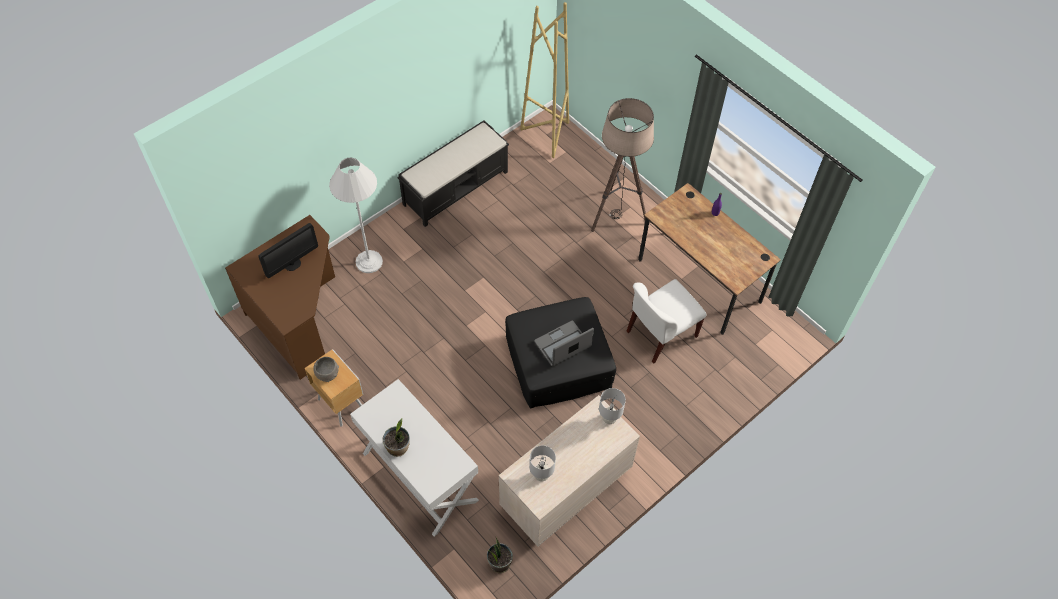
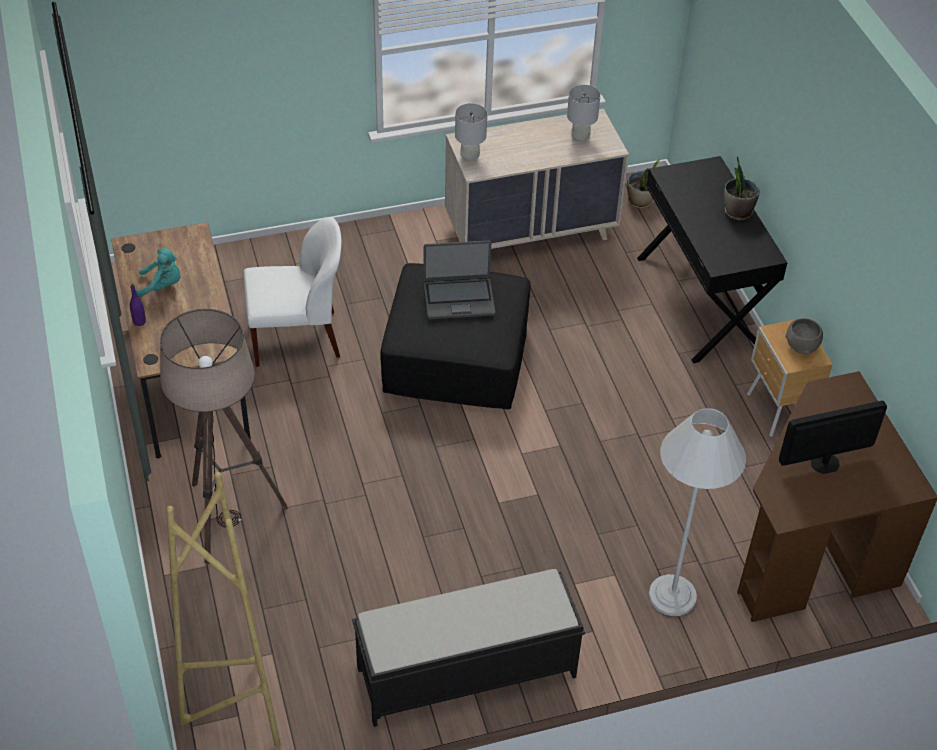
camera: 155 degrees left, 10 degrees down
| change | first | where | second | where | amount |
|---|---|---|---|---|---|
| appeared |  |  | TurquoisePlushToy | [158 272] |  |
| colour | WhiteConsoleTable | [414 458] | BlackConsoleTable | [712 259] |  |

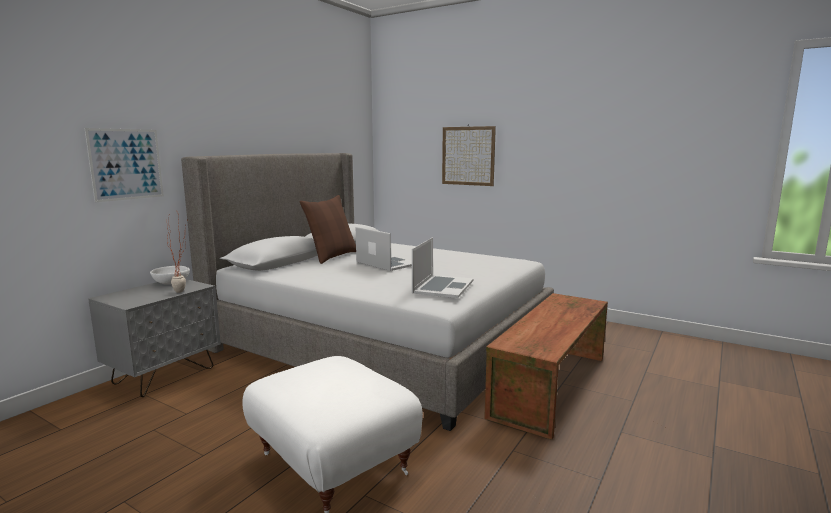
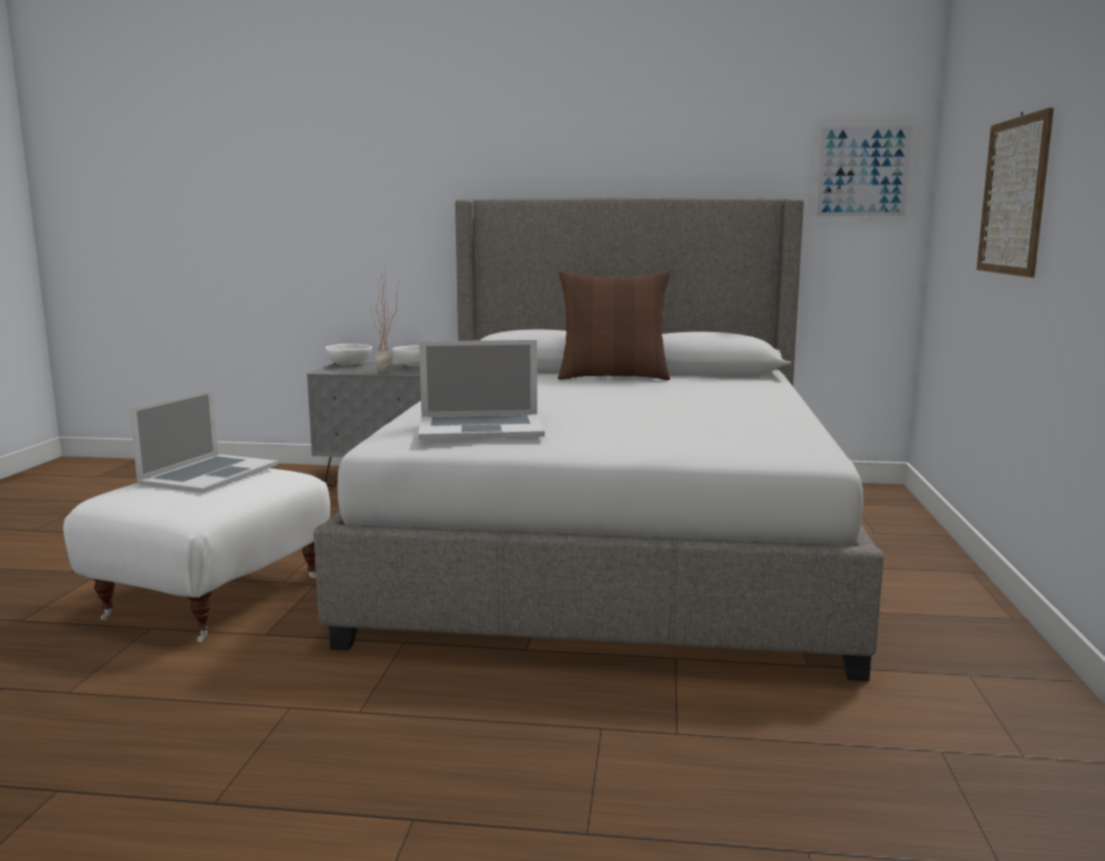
camera: 65 degrees right, 0 degrees up
| change | first | where | second | where | amount |
|---|---|---|---|---|---|
| relocated | Laptop | [384 249] |  | [204 441] |  |
| appeared |  |  | WhiteBowl | [348 354] |  |
| relocated | Picture | [124 165] |  | [864 171] |  |
| missing | BrownBench | [546 366] |  |  |  |

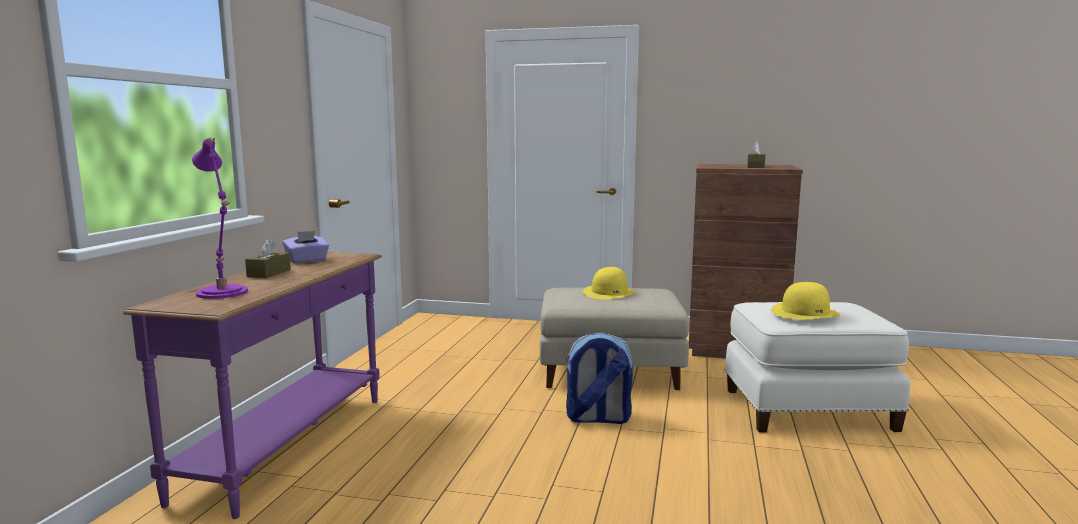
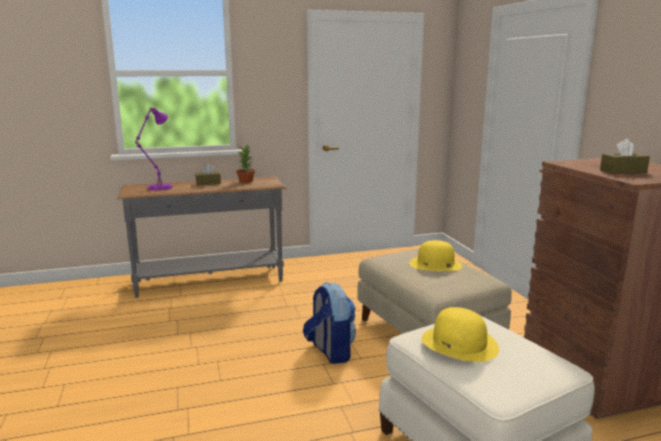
camera: 60 degrees right, 5 degrees up
| change | first | where | second | where | amount |
|---|---|---|---|---|---|
| colour | PurpleConsoleTable | [252 385] | GreyConsoleTable | [201 237] |  |
| exchanged | PurpleTissueBox | [306 247] | PottedPlant | [246 163] |  |

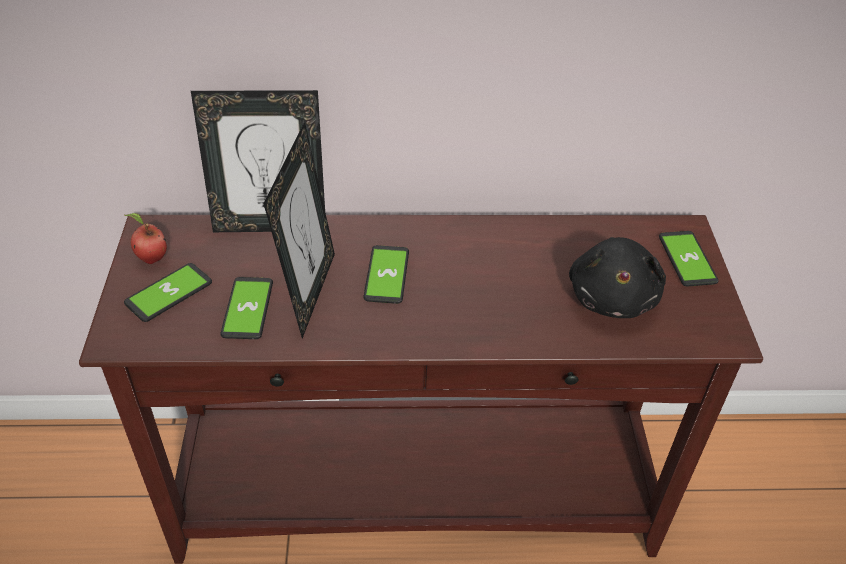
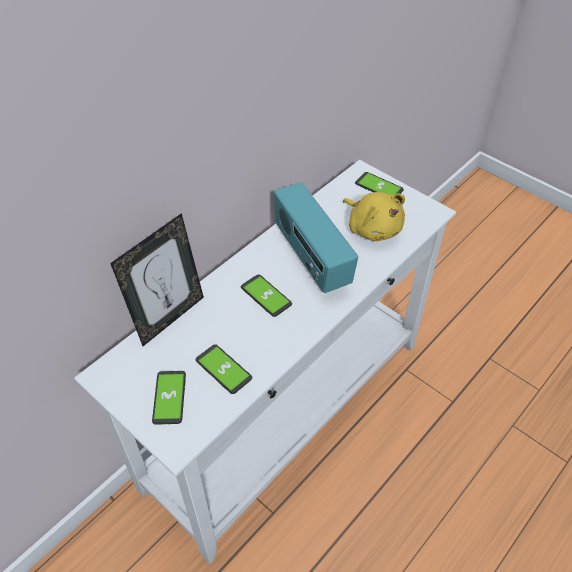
camera: 45 degrees left, 5 degrees up
| change | first | where | second | where | amount |
|---|---|---|---|---|---|
| colour | BrownConsoleTable | [421 389] | WhiteConsoleTable | [265 362] |  |
| appeared |  |  | Radio | [316 237] |  |
| colour | BlackPlushToy | [617 277] | YellowPlushToy | [374 216] |  |
| missing | Apple | [145 238] |  |  |  |
| missing | PictureFrame | [299 230] |  |  |  |

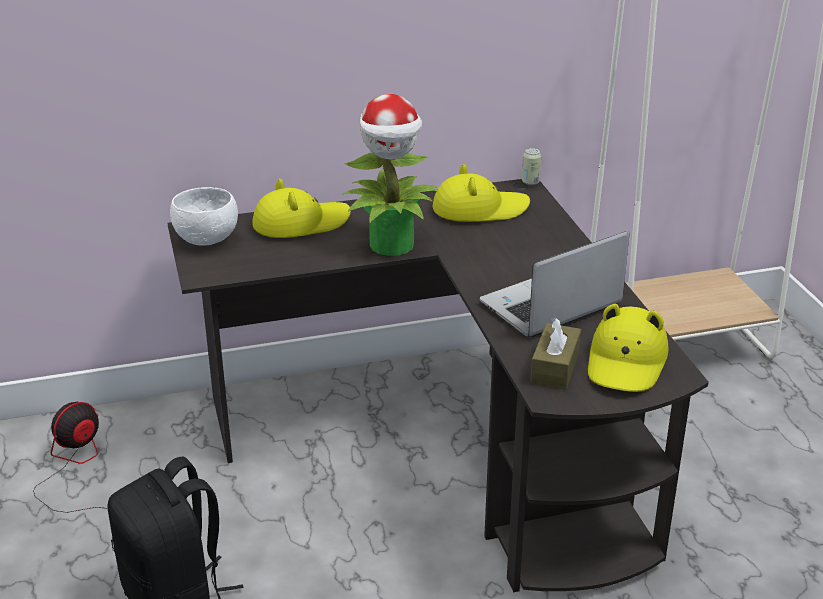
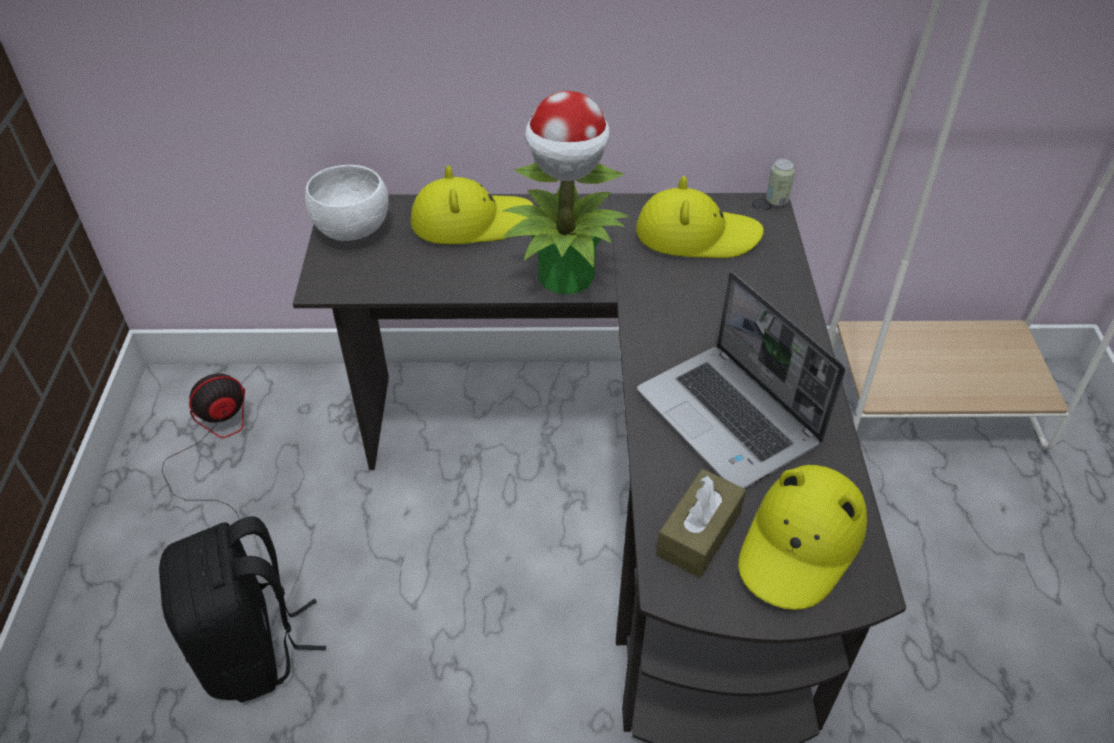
camera: 15 degrees right, 15 degrees up
| change | first | where | second | where | amount |
|---|---|---|---|---|---|
| spun | Laptop | [555 284] |  | [741 380] | 105 degrees counterclockwise |

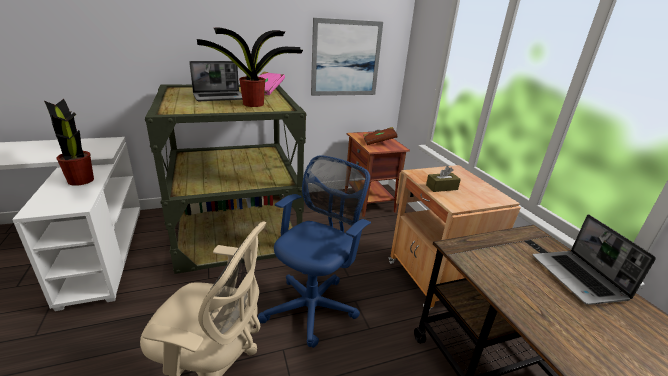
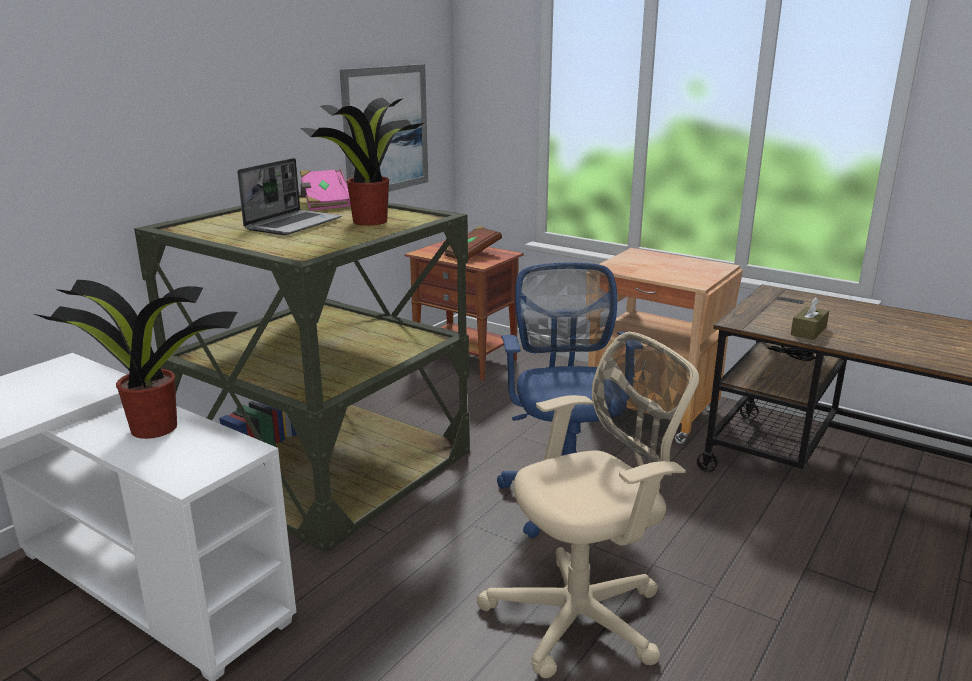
camera: 35 degrees left, 5 degrees down
| change | first | where | second | where | amount |
|---|---|---|---|---|---|
| relocated | BrownTissueBox | [443 179] |  | [810 318] |  |
| missing | Laptop | [594 260] |  |  |  |

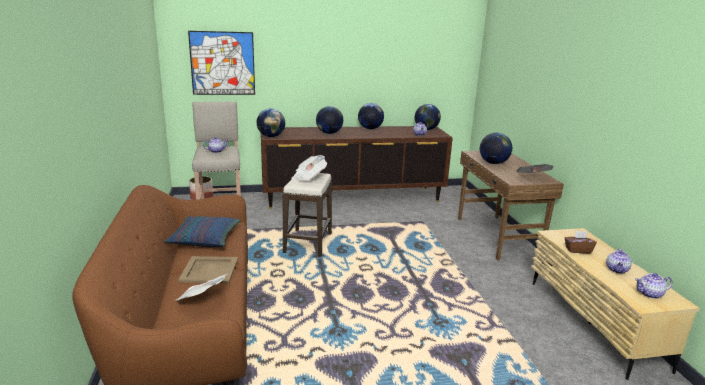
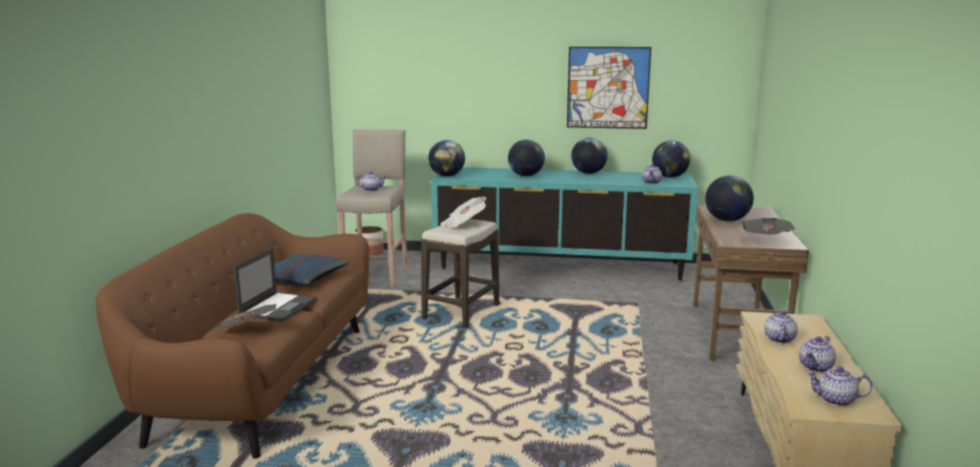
camera: 20 degrees right, 5 degrees down
| change | first | where | second | where | amount |
|---|---|---|---|---|---|
| exchanged | BeigeTray | [208 269] | Laptop | [275 285] |  |
| colour | BrownCabinet | [357 167] | TurquoiseCabinet | [564 225] |  |
| relocated | Picture | [221 63] |  | [609 88] |  |
| exchanged | BrownTissueBox | [581 242] | Teapot | [781 326] |  |

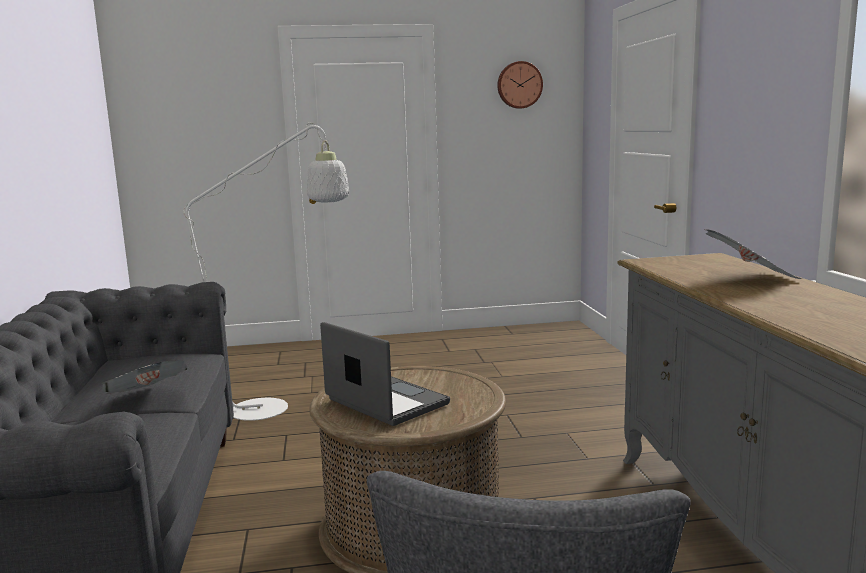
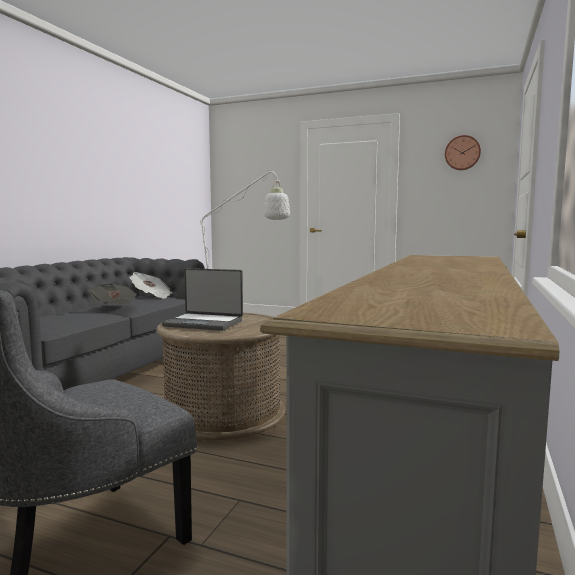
camera: 30 degrees right, 5 degrees down
| change | first | where | second | where | amount |
|---|---|---|---|---|---|
| relocated | Newspaper | [753 254] |  | [151 285] |  |
| spun | Laptop | [385 374] |  | [202 299] | 120 degrees clockwise |

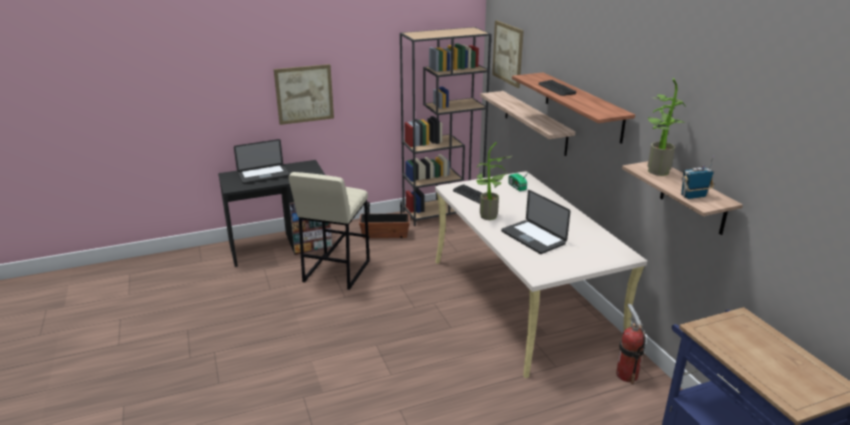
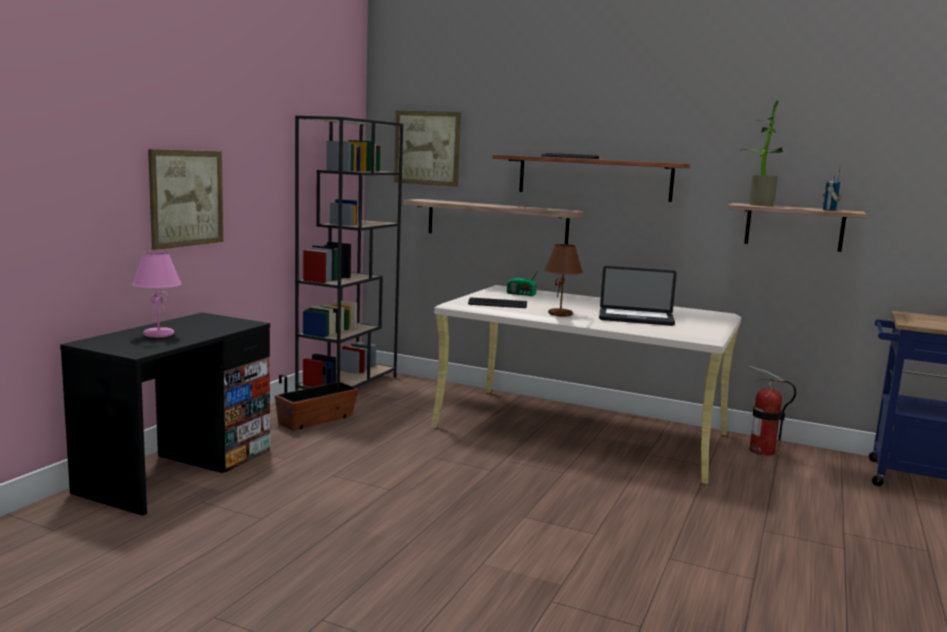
camera: 45 degrees left, 15 degrees down
| change | first | where | second | where | amount |
|---|---|---|---|---|---|
| exchanged | Laptop | [262 161] | PinkTableLamp | [157 295] |  |
| exchanged | PottedPlant | [494 181] | BrownTableLamp | [563 280] |  |
| missing | BeigeStool | [329 231] |  |  |  |

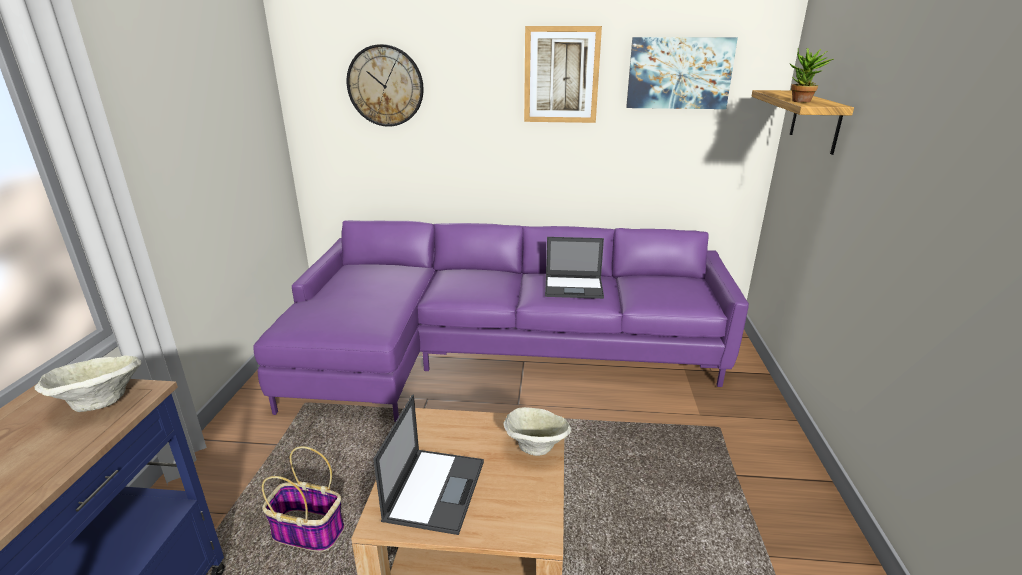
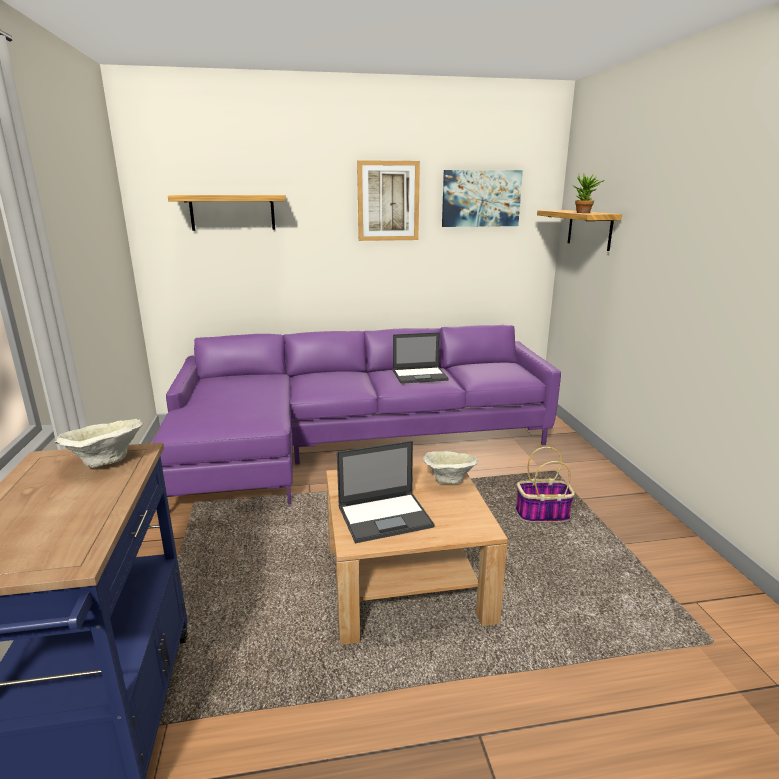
camera: 15 degrees left, 5 degrees down
| change | first | where | second | where | amount |
|---|---|---|---|---|---|
| exchanged | WallClock | [385 85] | Shelf | [227 213] |  |
| spun | Laptop | [428 464] |  | [386 492] | 75 degrees clockwise |
| relocated | Basket | [303 499] |  | [545 484] |  |

